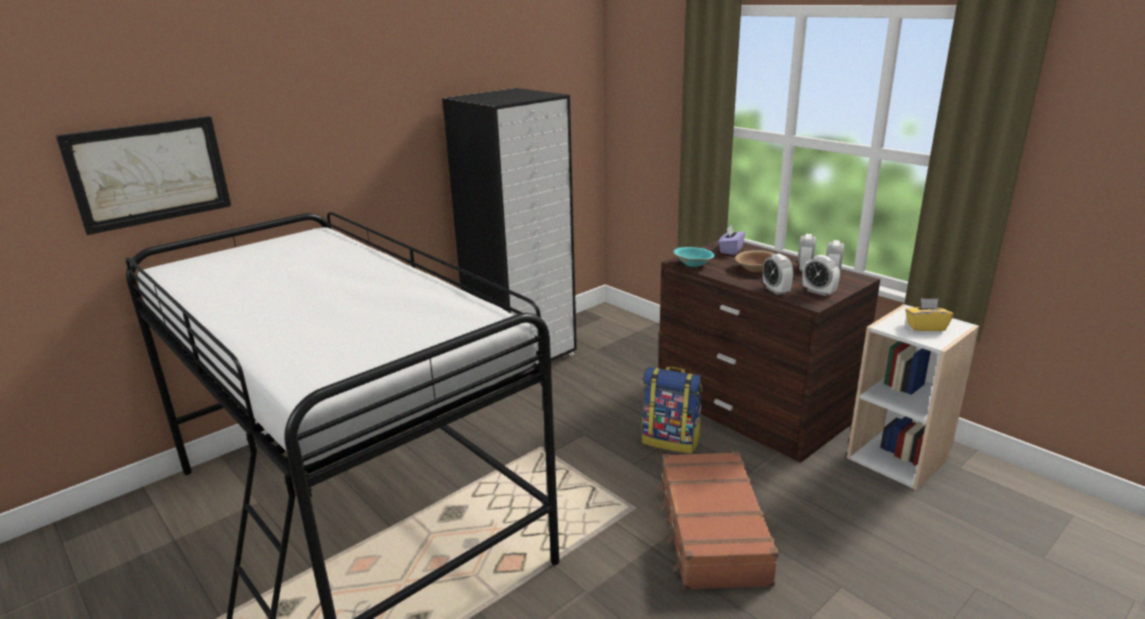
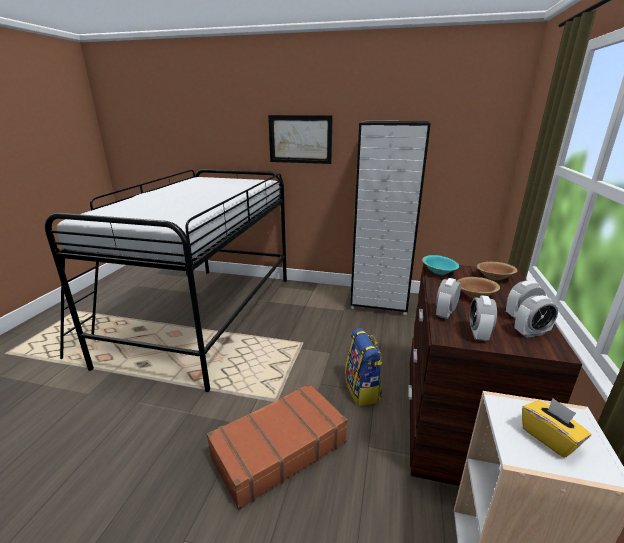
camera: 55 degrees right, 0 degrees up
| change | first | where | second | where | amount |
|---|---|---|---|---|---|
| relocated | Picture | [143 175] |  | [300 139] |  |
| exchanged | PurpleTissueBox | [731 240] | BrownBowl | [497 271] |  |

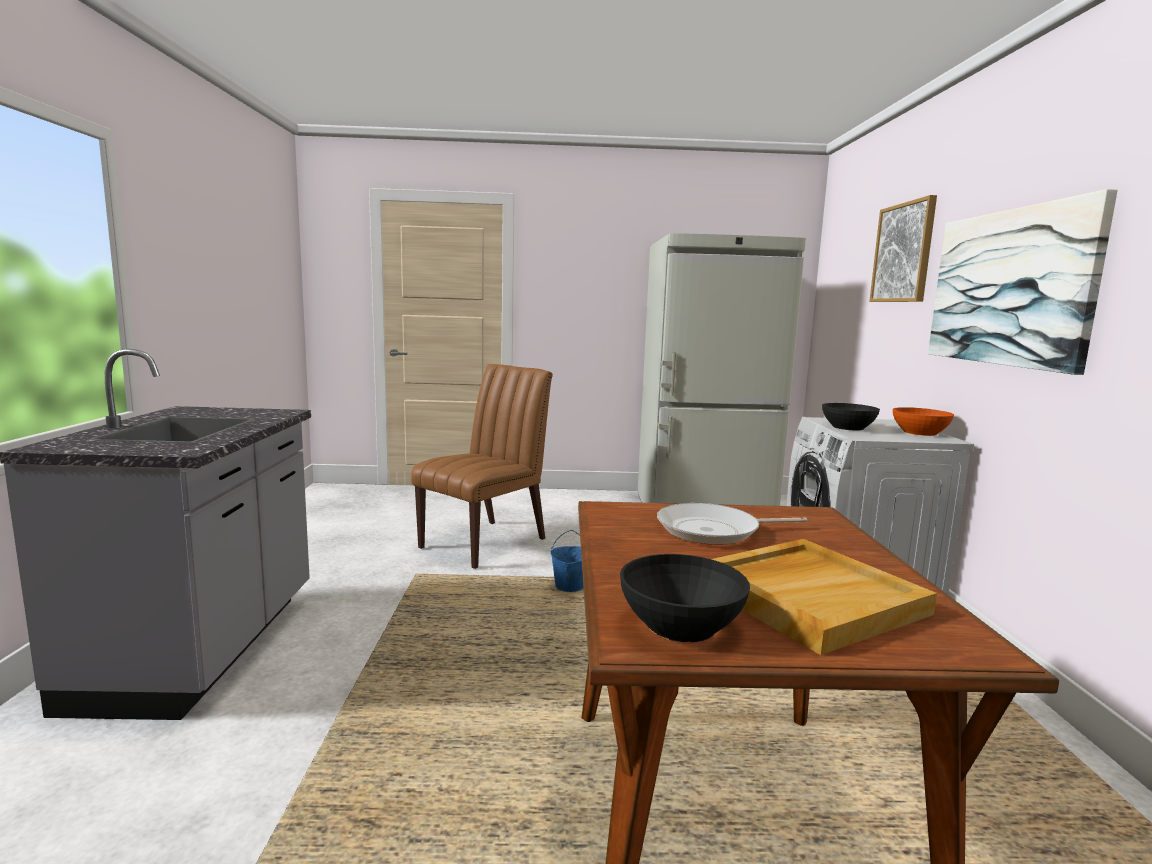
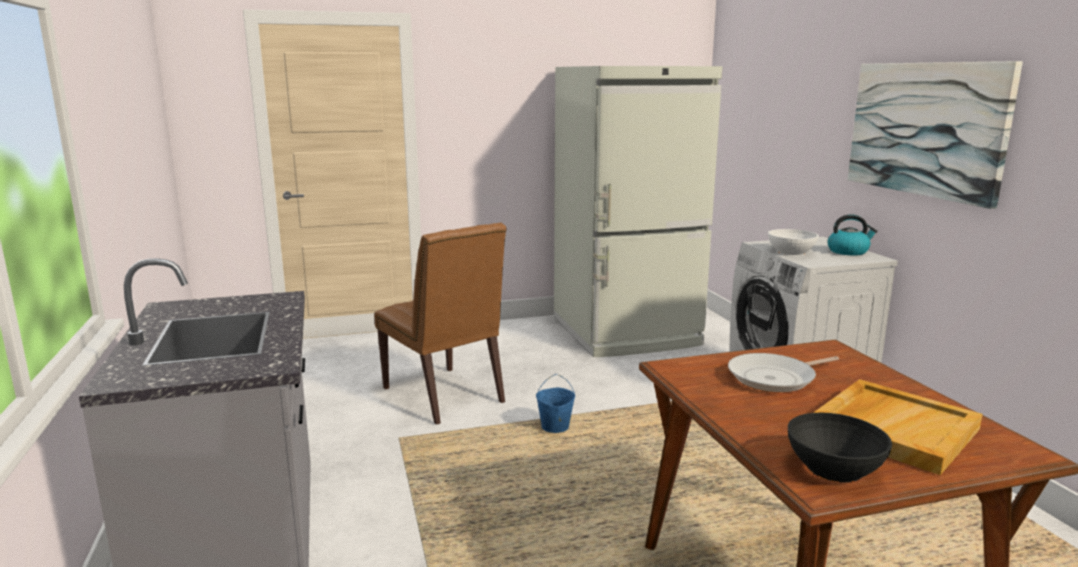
camera: 15 degrees left, 5 degrees up
| change | first | where | second | where | amount |
|---|---|---|---|---|---|
| spun | BrownChair | [482 466] |  | [440 324] | 120 degrees clockwise |
| colour | BlackBowl | [851 416] | WhiteBowl | [793 242] |  |
| exchanged | OrangeBowl | [923 421] | Kettle | [852 234] |  |
| missing | Picture | [903 248] |  |  |  |

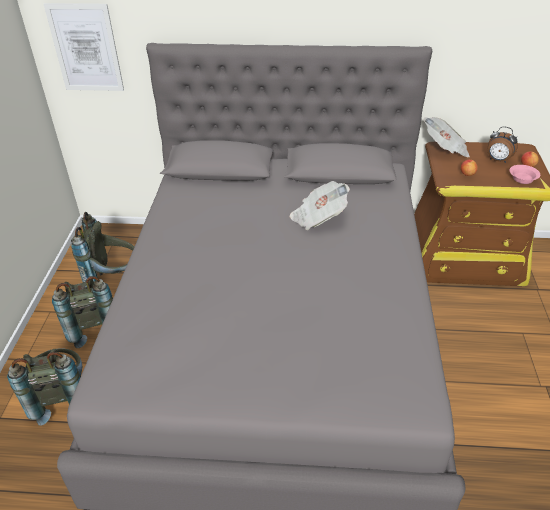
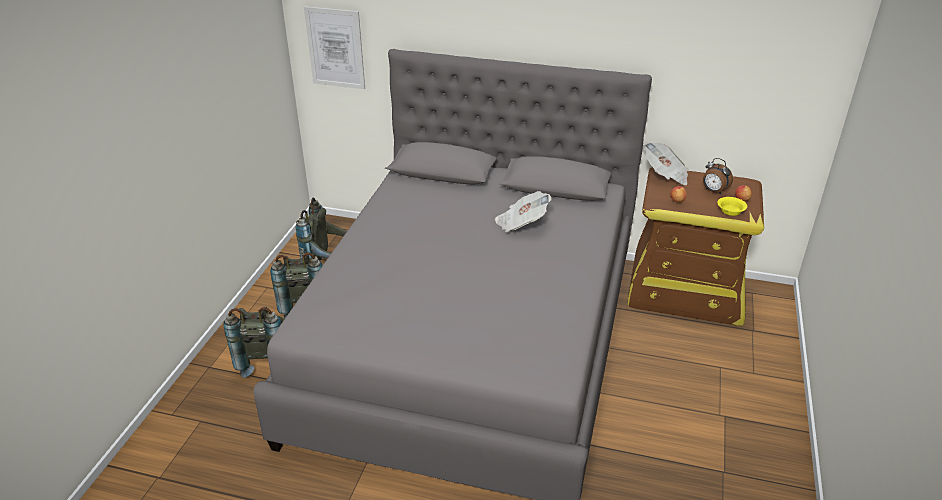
camera: 10 degrees right, 5 degrees down
| change | first | where | second | where | amount |
|---|---|---|---|---|---|
| colour | PinkBowl | [524 174] | YellowBowl | [732 206] |  |

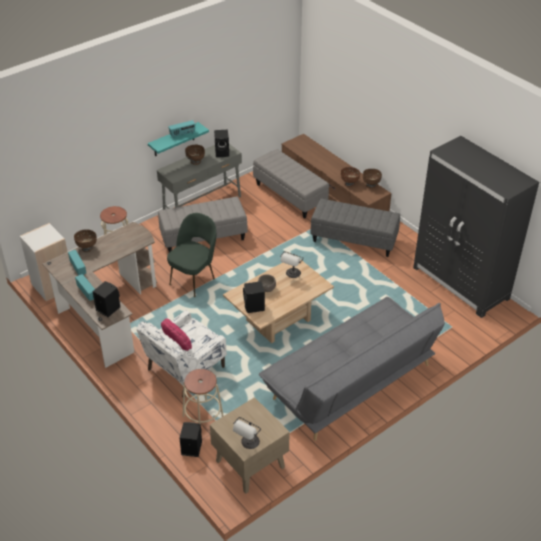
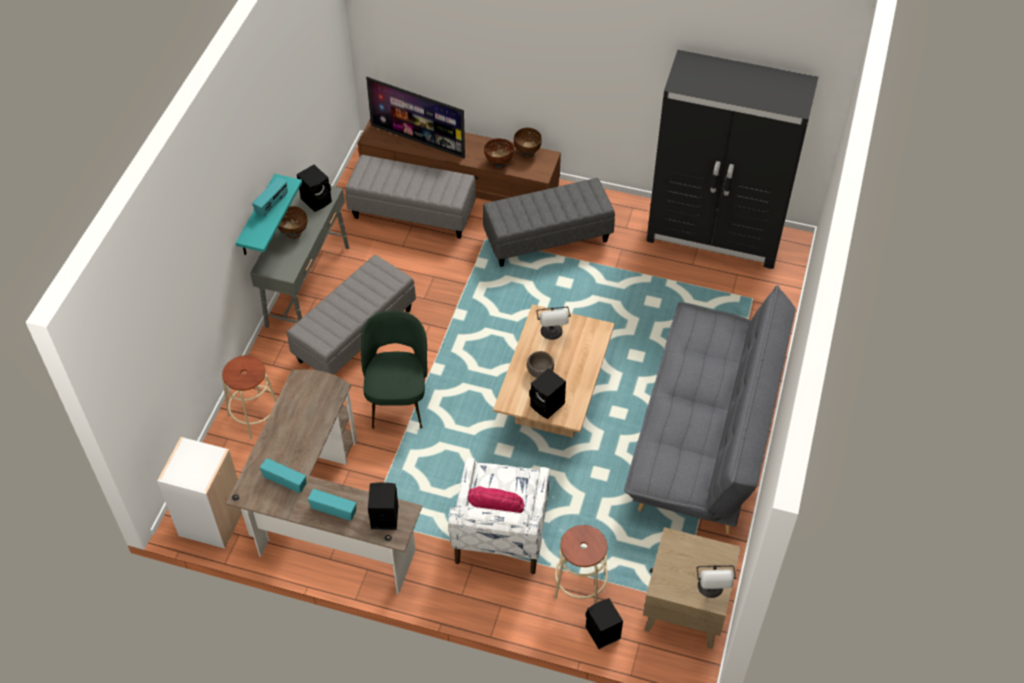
camera: 35 degrees left, 10 degrees up
| change | first | where | second | where | amount |
|---|---|---|---|---|---|
| appeared |  |  | Television | [415 118] |  |
| missing | BrownBowl | [85 240] |  |  |  |

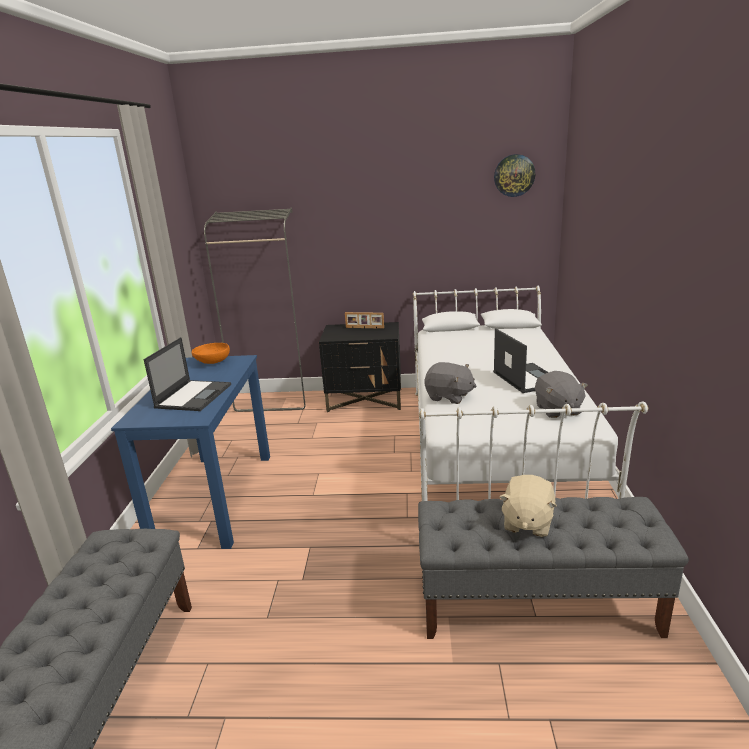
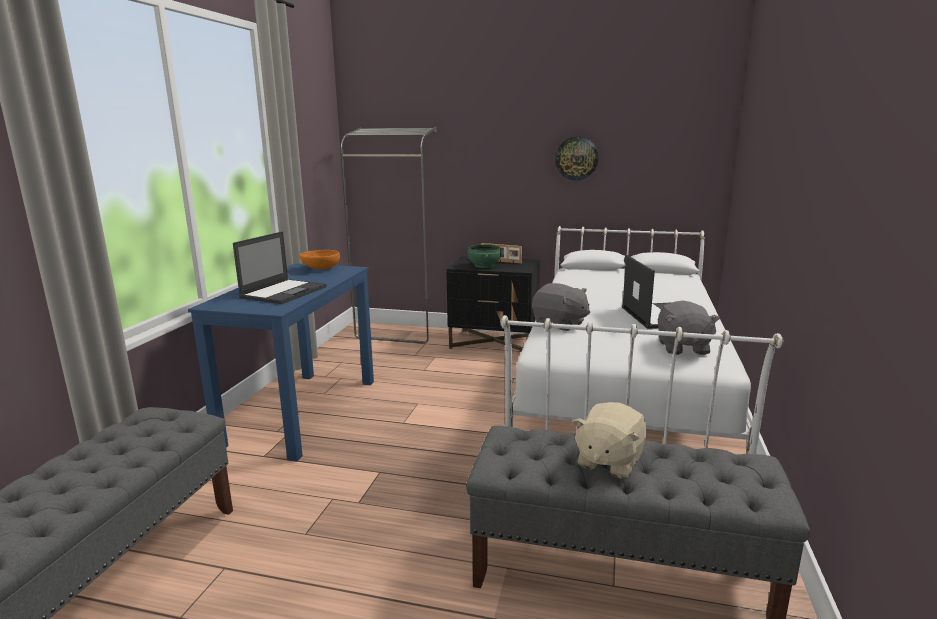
camera: 10 degrees right, 5 degrees down
| change | first | where | second | where | amount |
|---|---|---|---|---|---|
| appeared |  |  | GreenBowl | [484 256] |  |
| relocated | WallClock | [514 175] |  | [576 158] |  |

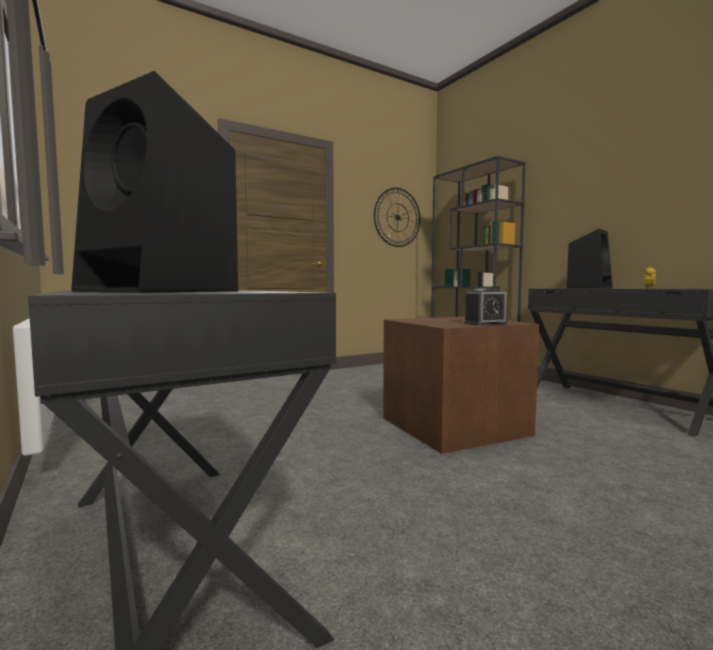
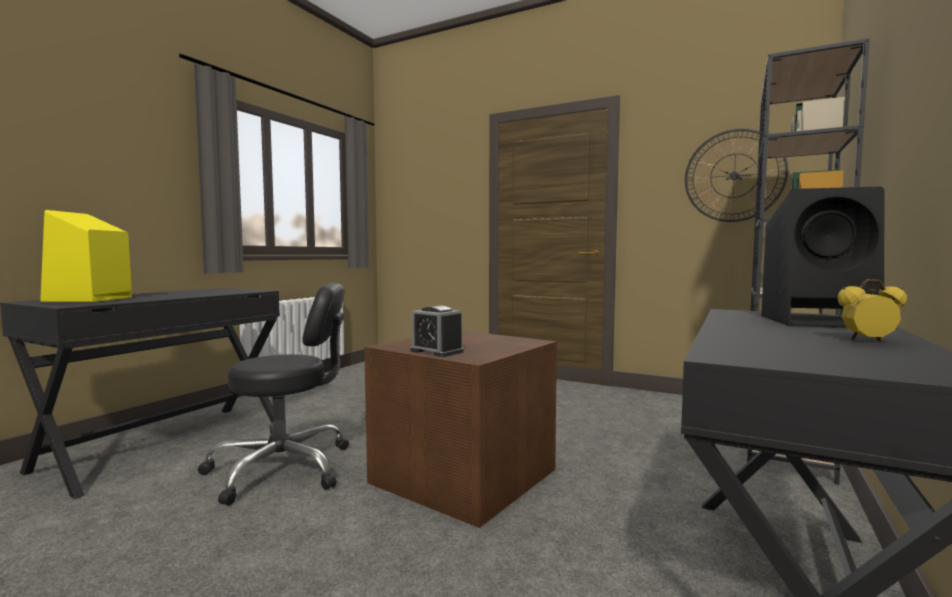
camera: 60 degrees right, 0 degrees up
| change | first | where | second | where | amount |
|---|---|---|---|---|---|
| colour | BlackSpeaker | [155 182] | YellowSpeaker | [86 256] |  |
| appeared |  |  | BlackOfficeChair | [273 394] |  |

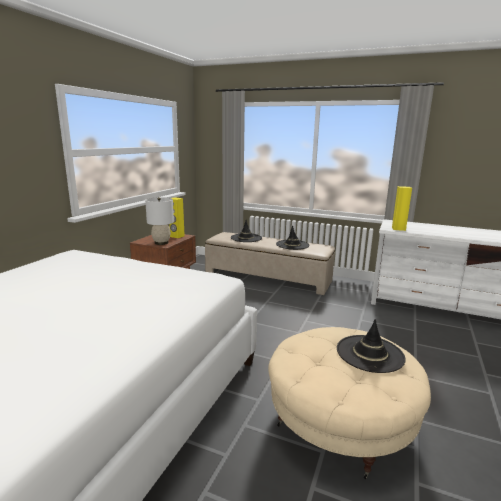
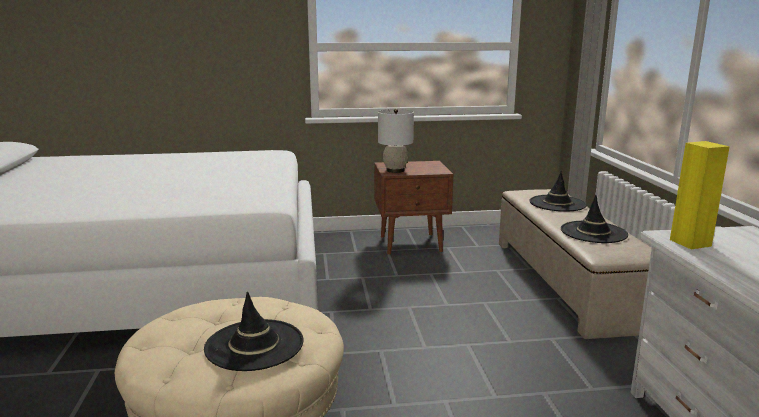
camera: 60 degrees right, 0 degrees up
| change | first | where | second | where | amount |
|---|---|---|---|---|---|
| missing | YellowSpeaker | [177 217] |  |  |  |

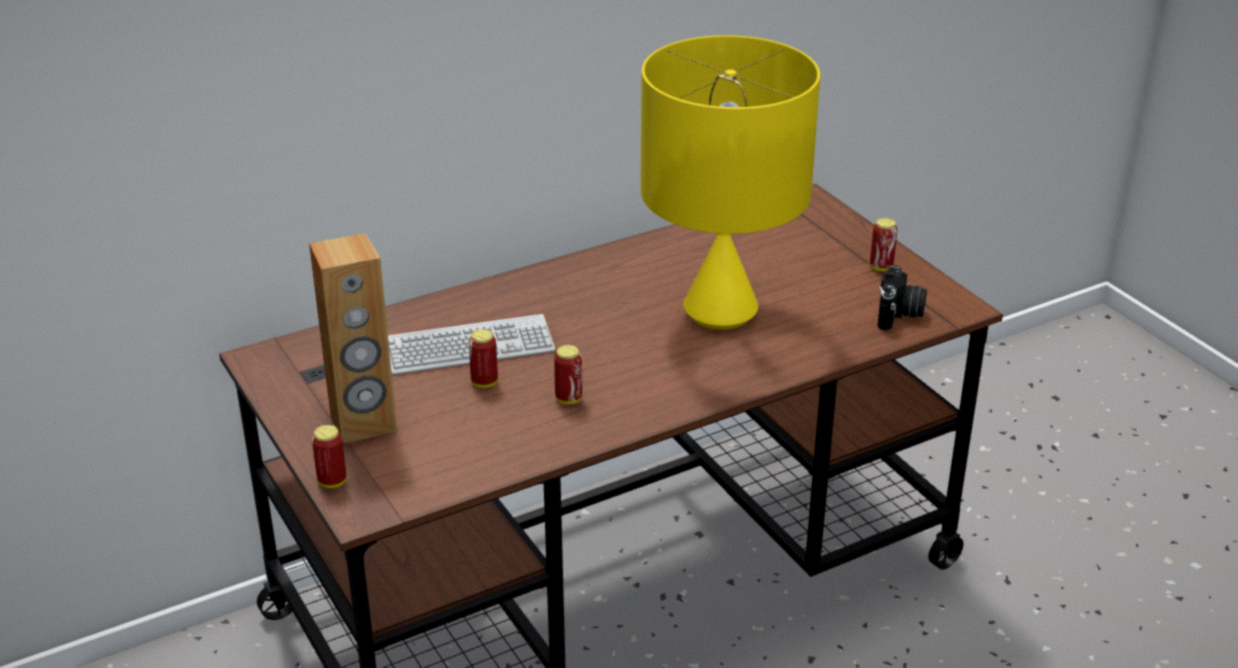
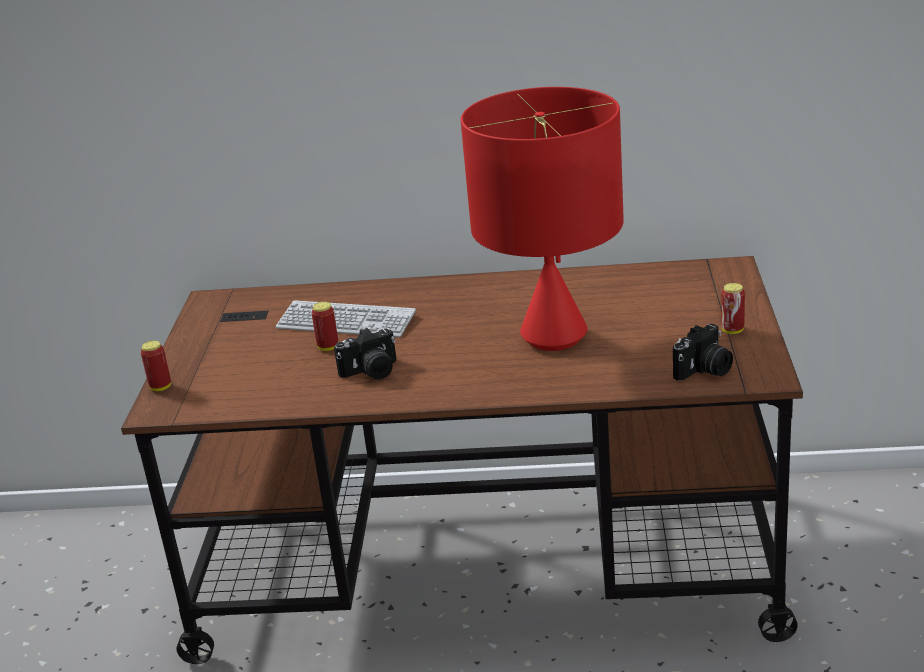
camera: 35 degrees right, 5 degrees down
| change | first | where | second | where | amount |
|---|---|---|---|---|---|
| exchanged | Can | [568 374] | PhotoCamera | [365 354] |  |
| colour | YellowTableLamp | [730 182] | RedTableLamp | [542 219] |  |
| missing | BrownSpeaker | [353 338] |  |  |  |

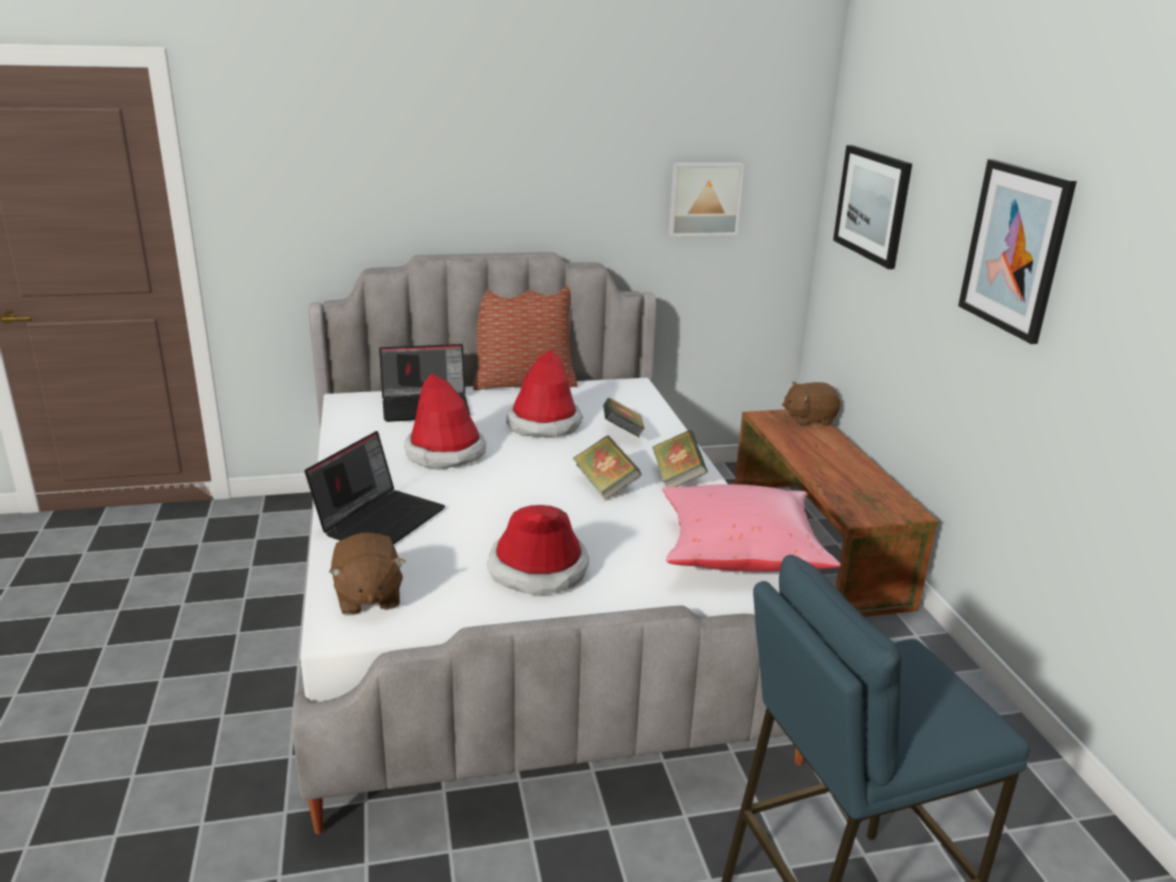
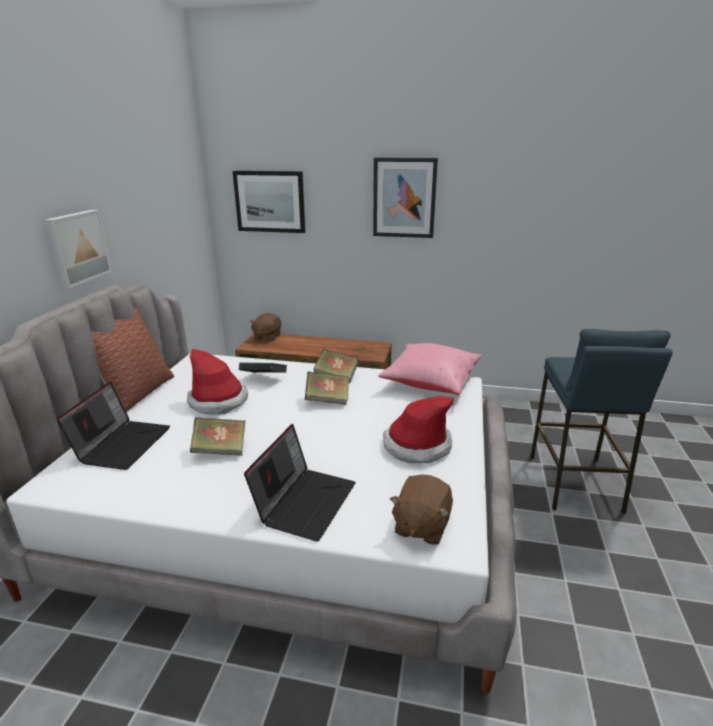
camera: 65 degrees left, 0 degrees up
| change | first | where | second | where | amount |
|---|---|---|---|---|---|
| relocated | Picture | [706 199] |  | [78 249] |  |
| exchanged | Hat | [445 421] | Book | [217 436] |  |
| spun | Laptop | [375 488] |  | [300 482] | 60 degrees clockwise |
| spun | BrownPlushToy | [367 574] |  | [421 509] | 105 degrees clockwise |

